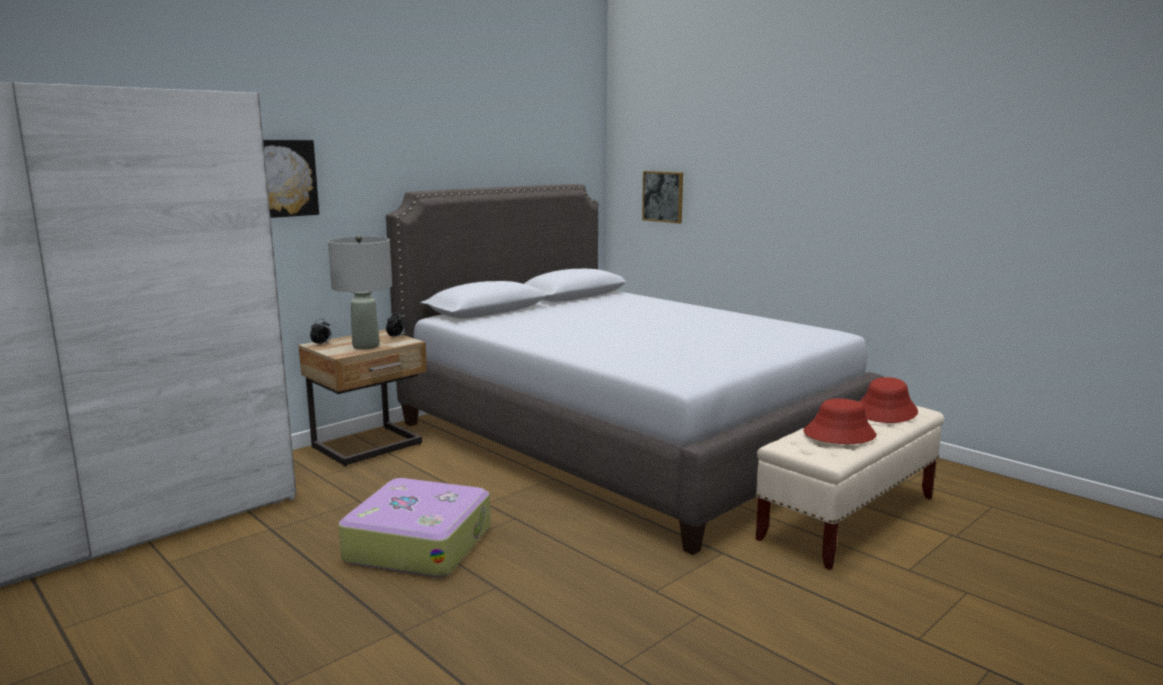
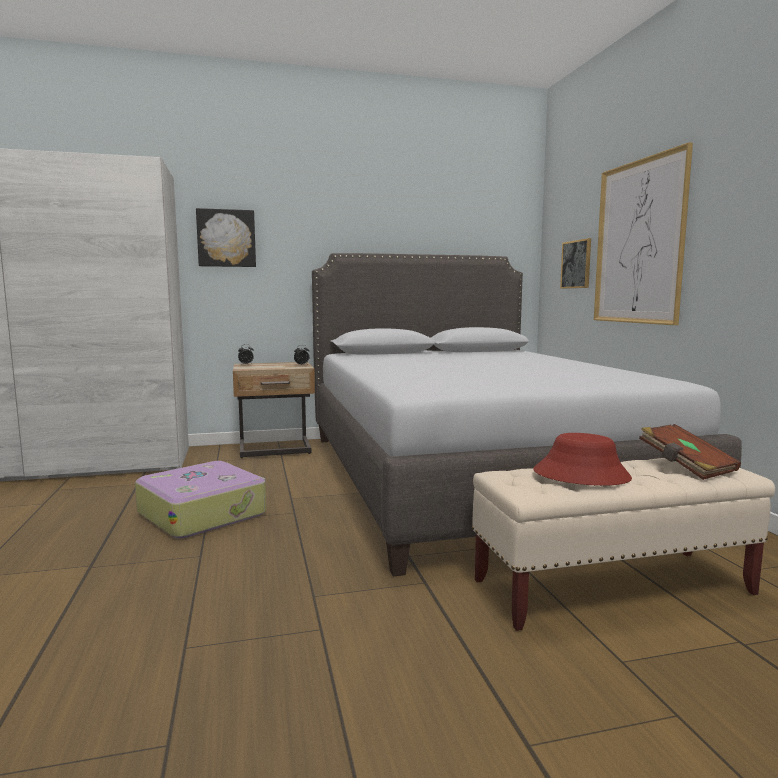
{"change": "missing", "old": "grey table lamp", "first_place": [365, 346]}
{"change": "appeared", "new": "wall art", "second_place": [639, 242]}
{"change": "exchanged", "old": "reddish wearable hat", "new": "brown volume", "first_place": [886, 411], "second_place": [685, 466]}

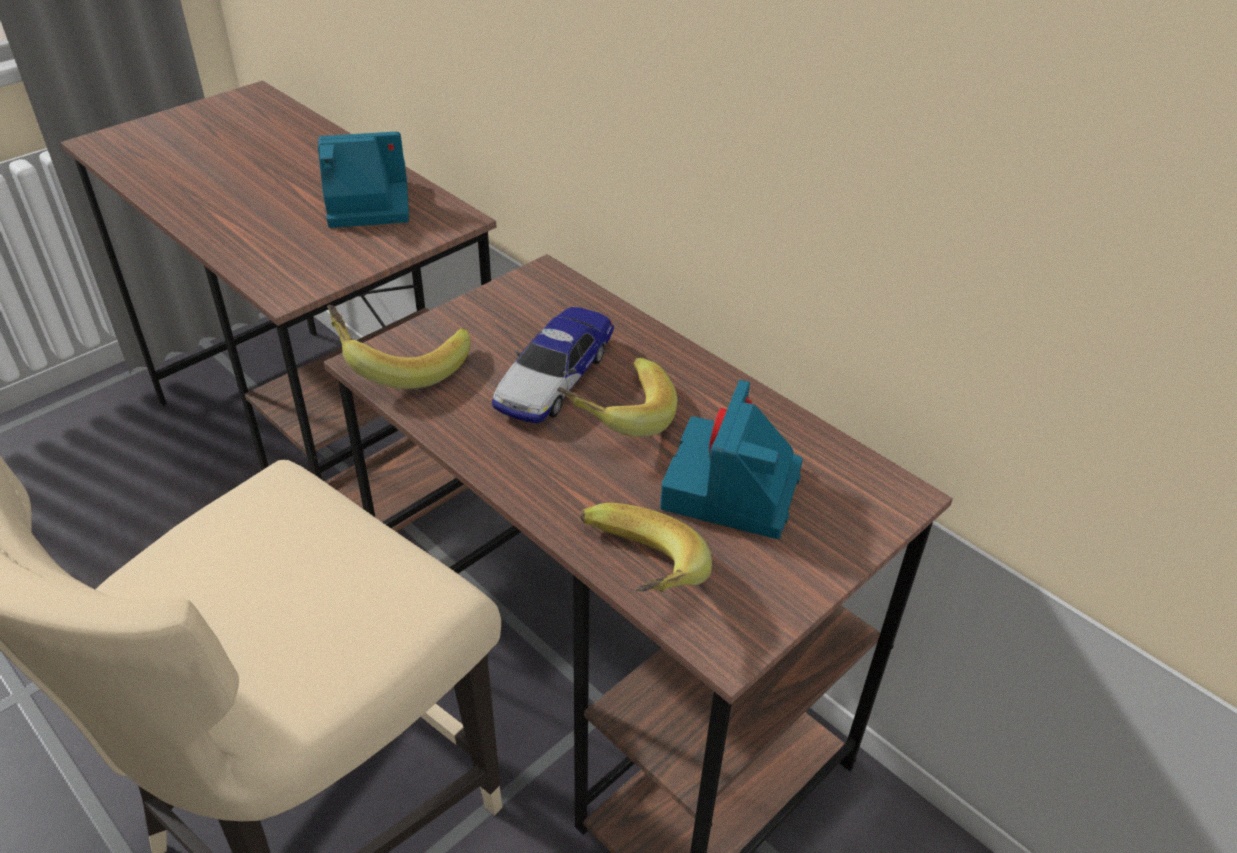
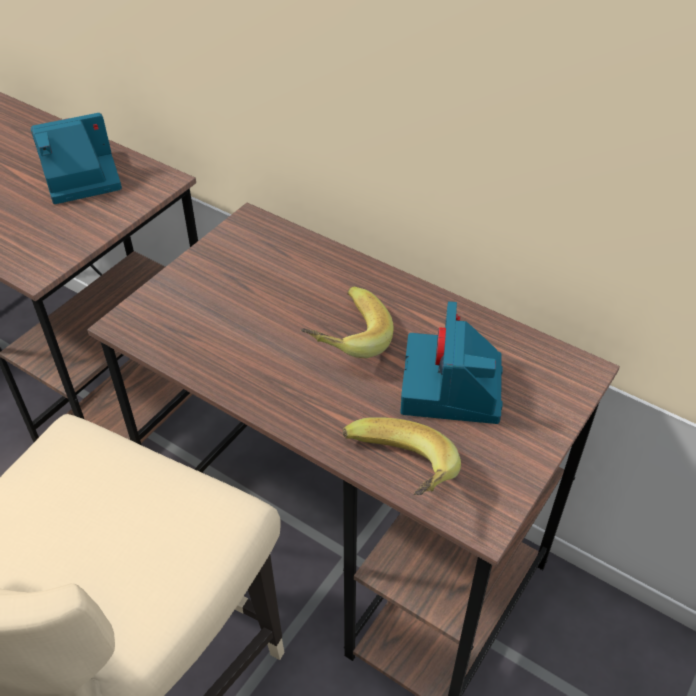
{"change": "missing", "old": "banana fruit", "first_place": [400, 363]}
{"change": "missing", "old": "model car", "first_place": [555, 377]}

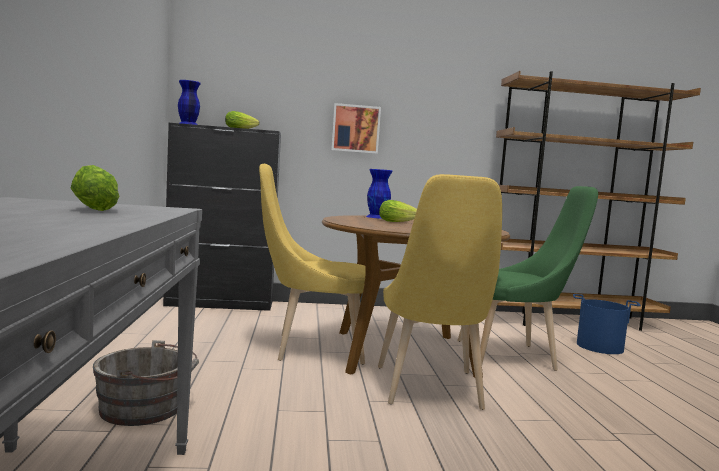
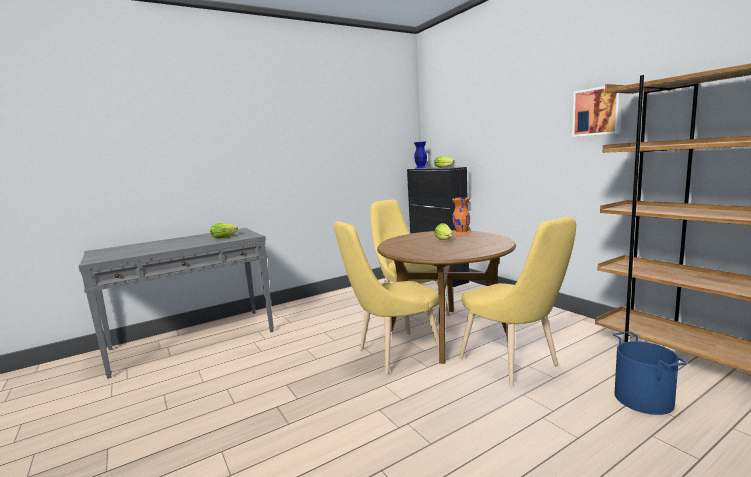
{"change": "missing", "old": "grey water bucket", "first_place": [146, 408]}
{"change": "relocated", "old": "wall art", "first_place": [355, 129], "second_place": [597, 111]}
{"change": "colour", "old": "blue-coloured flower vase", "new": "orange-coloured flower vase", "first_place": [377, 217], "second_place": [462, 233]}
{"change": "colour", "old": "greenish upright chair", "new": "yellow upright chair", "first_place": [512, 356], "second_place": [513, 364]}

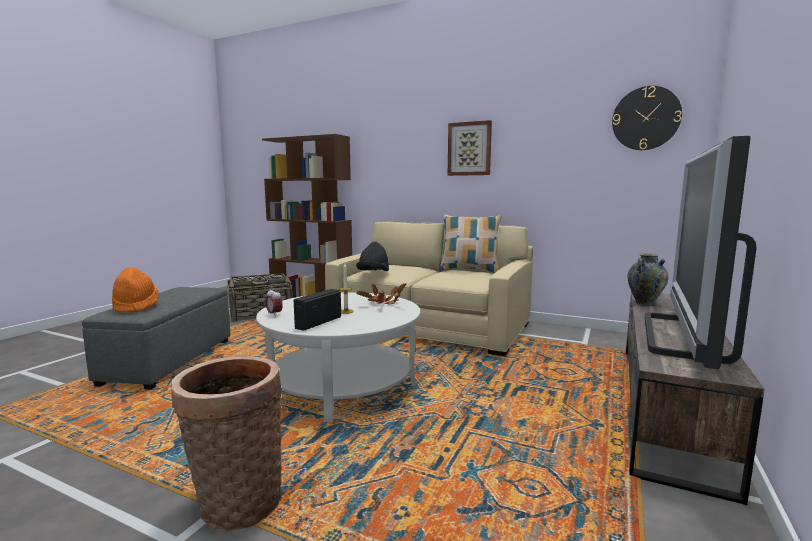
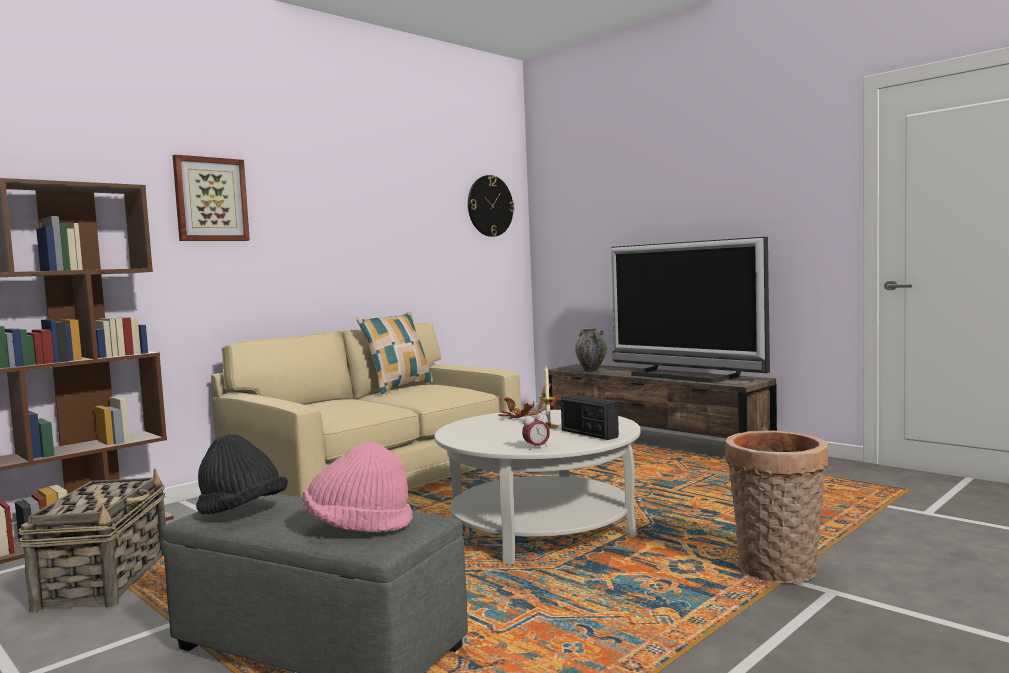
{"change": "relocated", "old": "blackish wearable hat", "first_place": [373, 273], "second_place": [242, 512]}
{"change": "relocated", "old": "wall art", "first_place": [469, 149], "second_place": [210, 199]}
{"change": "colour", "old": "orange-coloured wearable hat", "new": "pinkish wearable hat", "first_place": [136, 307], "second_place": [358, 526]}

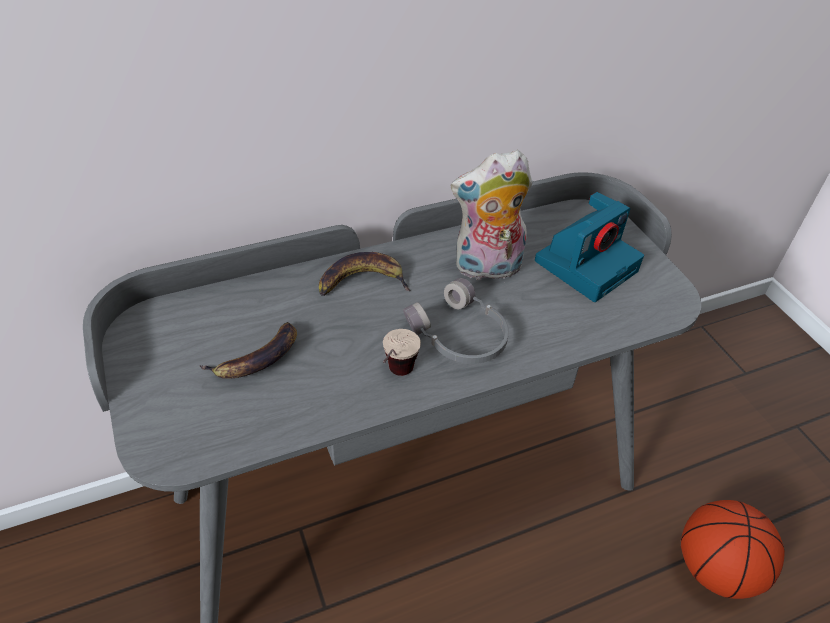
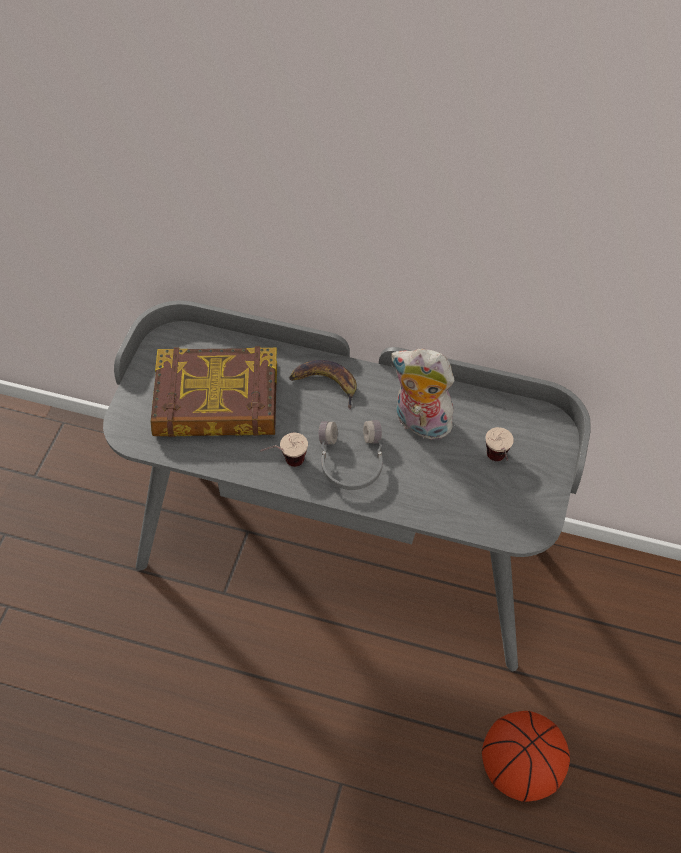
{"change": "exchanged", "old": "banana fruit", "new": "volume", "first_place": [257, 359], "second_place": [217, 402]}
{"change": "exchanged", "old": "still camera", "new": "cup", "first_place": [586, 264], "second_place": [497, 463]}

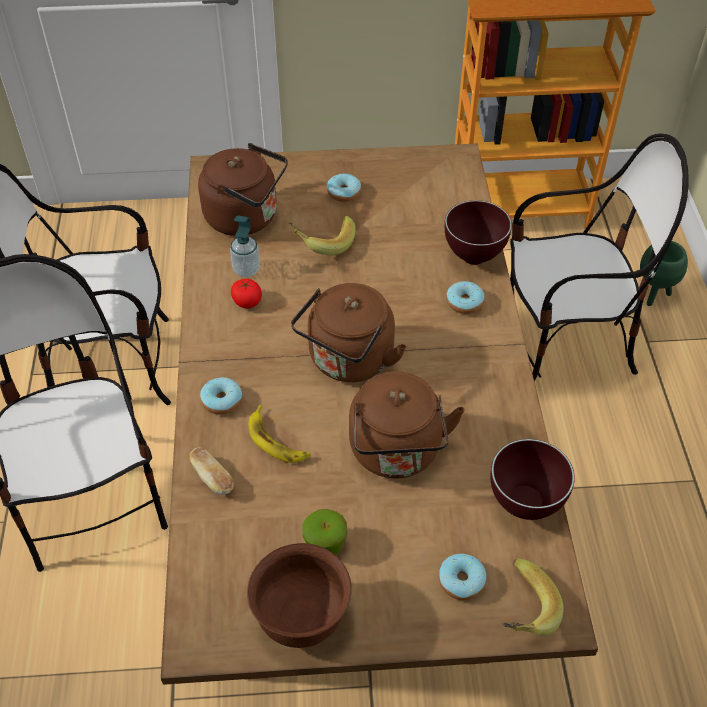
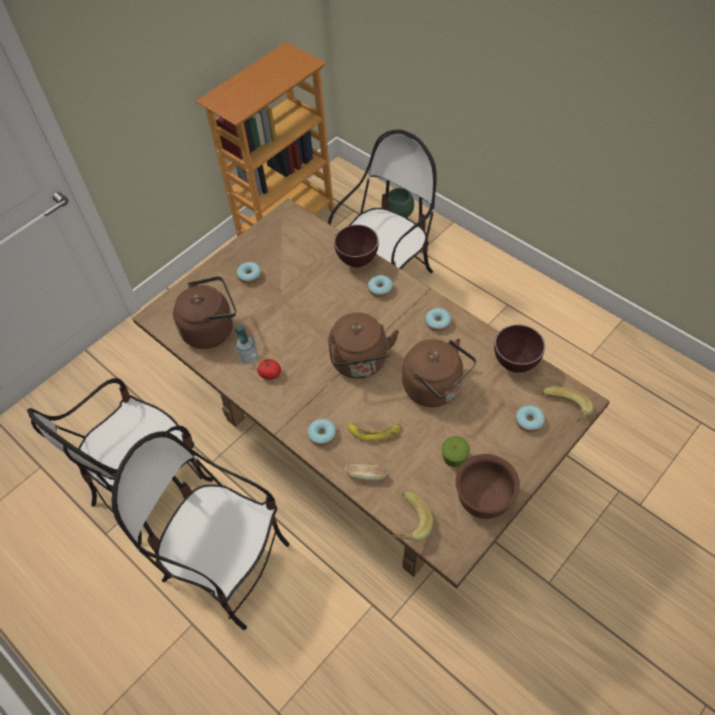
{"change": "appeared", "new": "ring doughnut", "second_place": [437, 323]}
{"change": "relocated", "old": "banana fruit", "first_place": [323, 242], "second_place": [407, 524]}

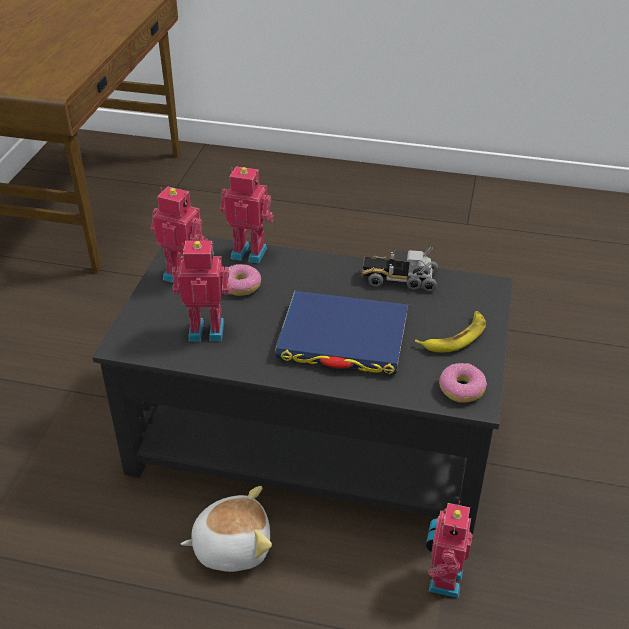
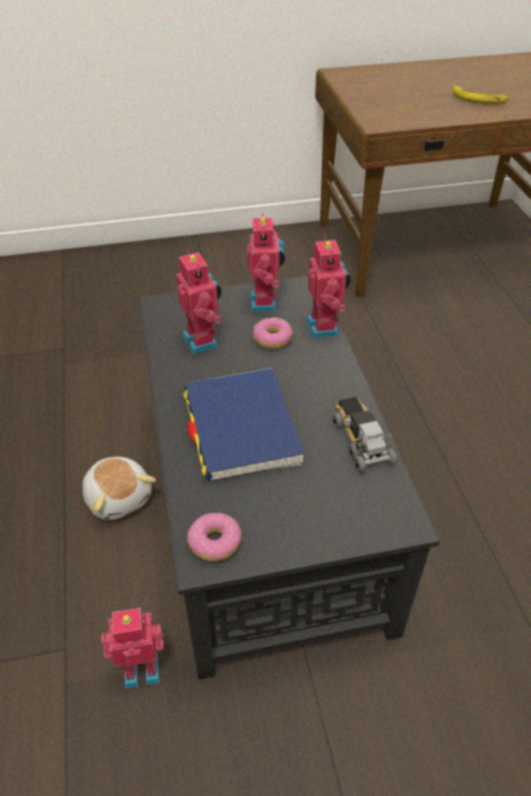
{"change": "relocated", "old": "banana fruit", "first_place": [455, 337], "second_place": [478, 99]}

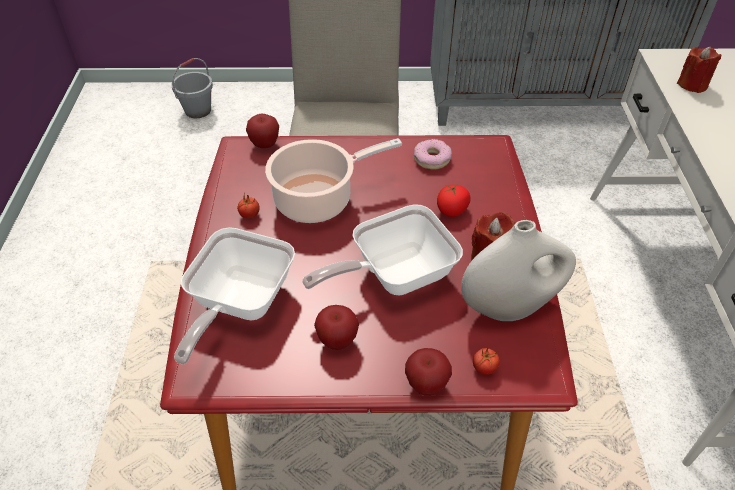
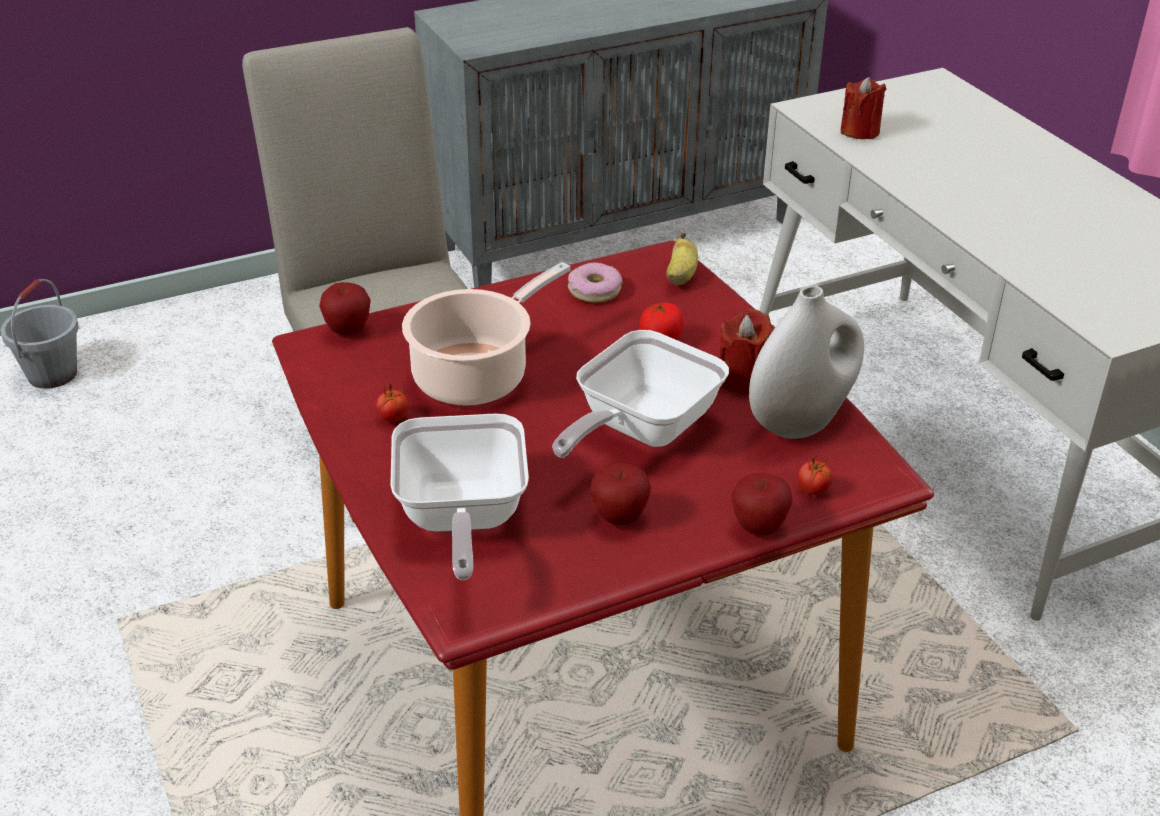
{"change": "appeared", "new": "banana fruit", "second_place": [680, 277]}

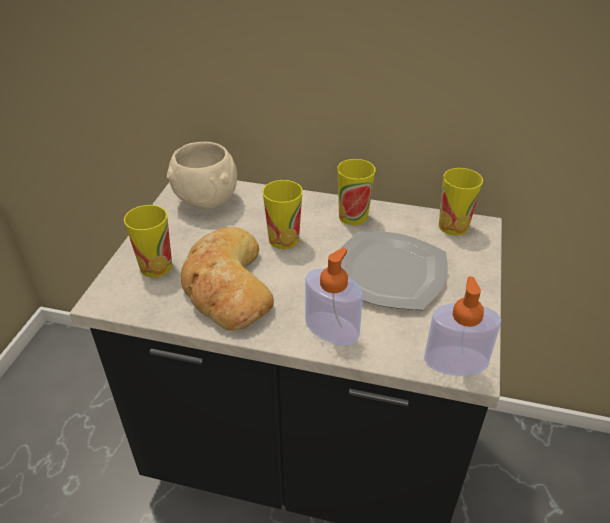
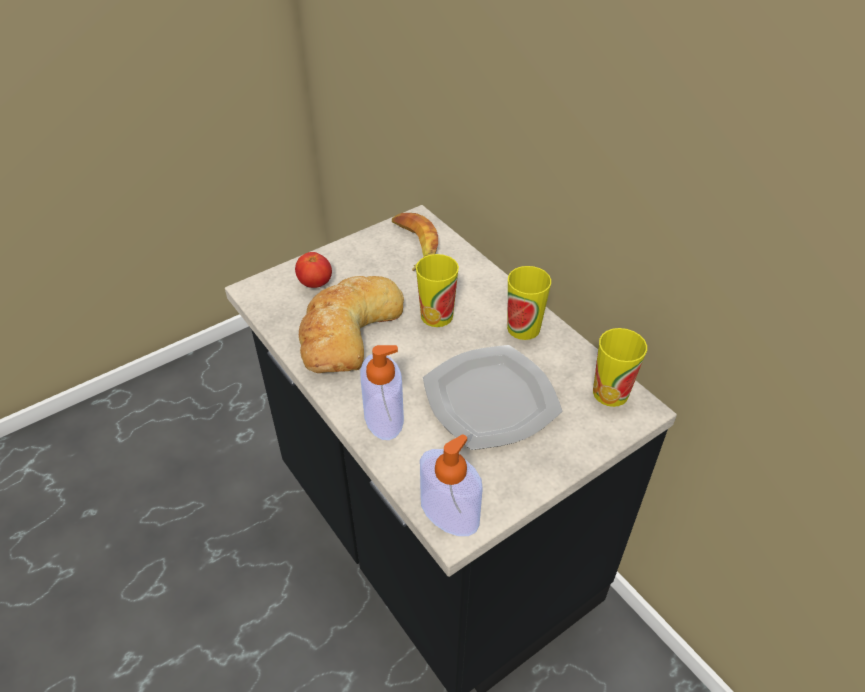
{"change": "exchanged", "old": "cup", "new": "fresh tomato", "first_place": [156, 266], "second_place": [315, 283]}
{"change": "exchanged", "old": "beige serving bowl", "new": "banana fruit", "first_place": [205, 201], "second_place": [413, 245]}

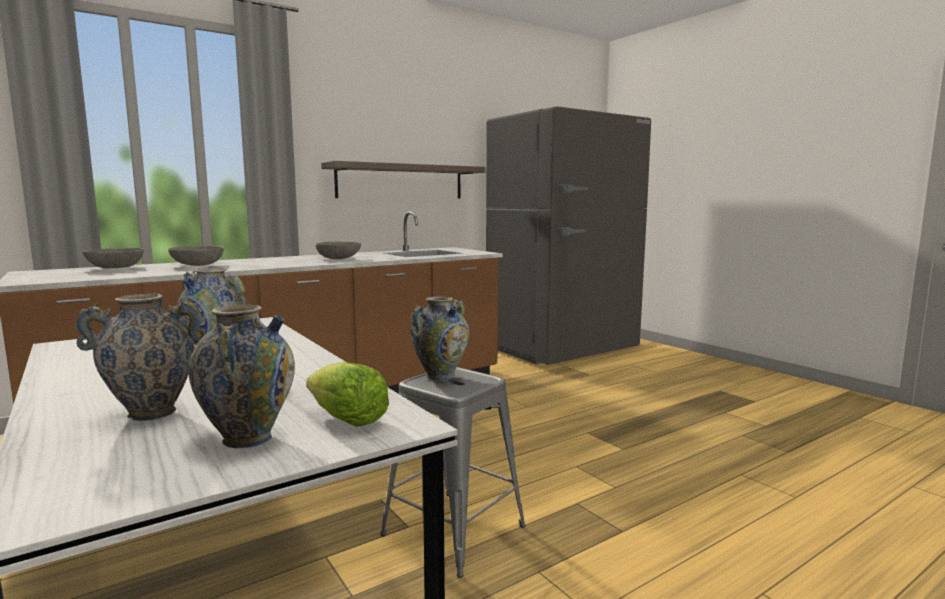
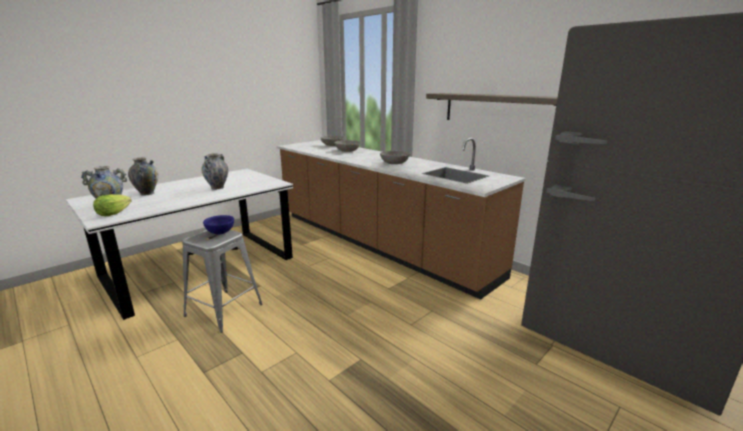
{"change": "exchanged", "old": "flower vase", "new": "blue-coloured serving bowl", "first_place": [440, 376], "second_place": [221, 233]}

